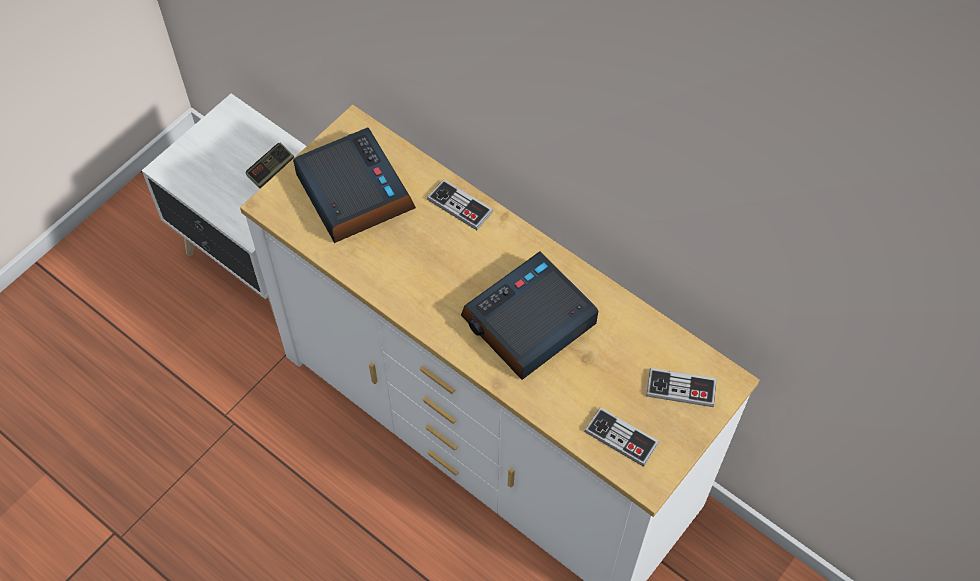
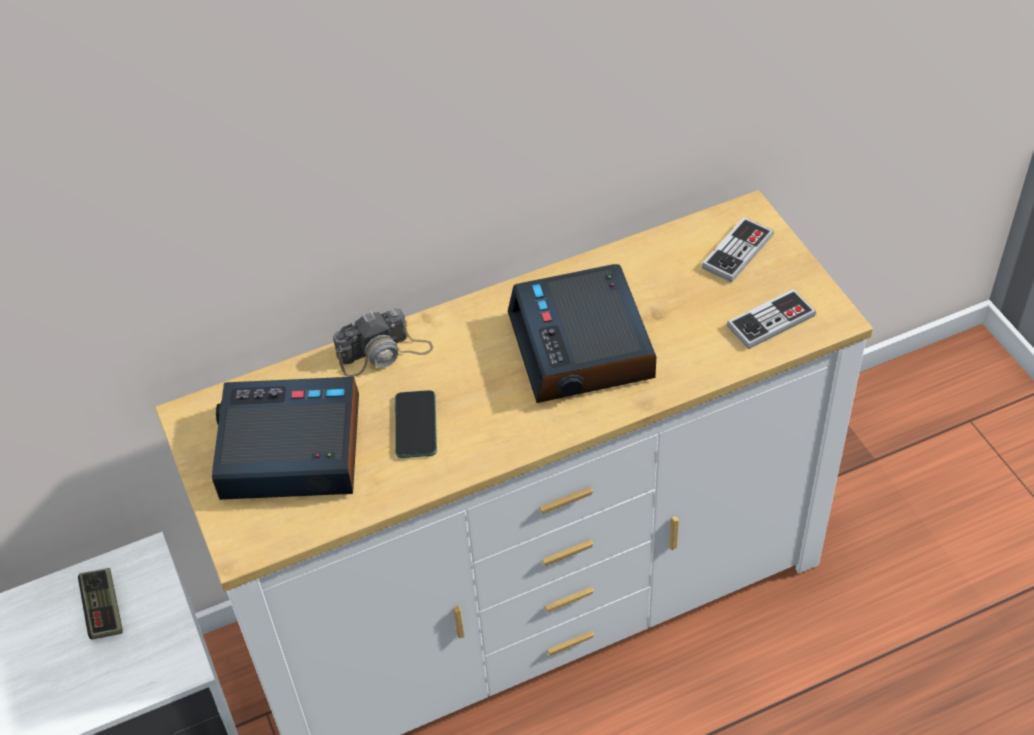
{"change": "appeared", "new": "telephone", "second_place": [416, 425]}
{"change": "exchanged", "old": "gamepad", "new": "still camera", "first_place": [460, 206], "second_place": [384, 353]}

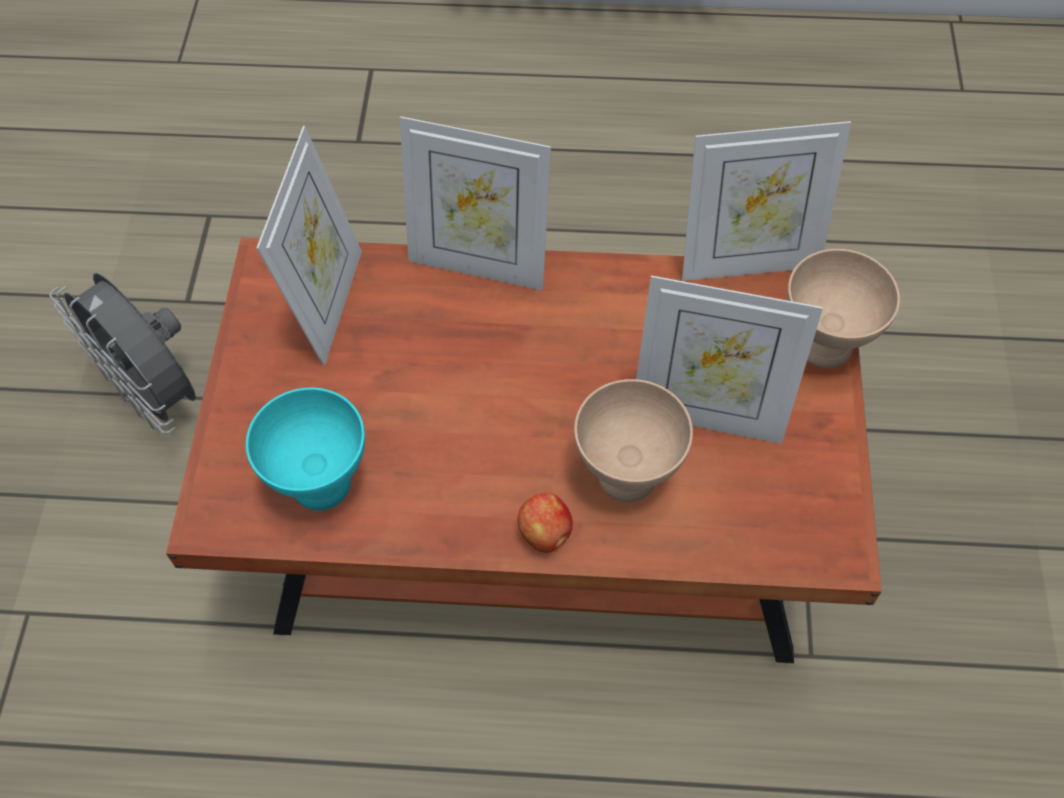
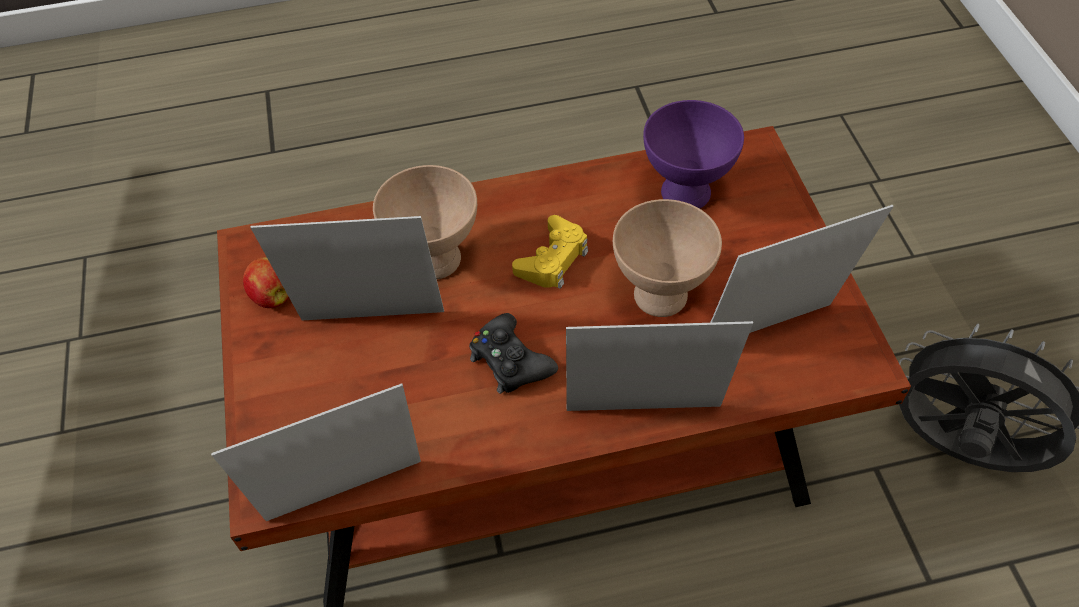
{"change": "appeared", "new": "blackish gamepad", "second_place": [510, 361]}
{"change": "appeared", "new": "yellow gamepad", "second_place": [553, 259]}
{"change": "relocated", "old": "apple", "first_place": [545, 534], "second_place": [273, 295]}
{"change": "relocated", "old": "beige serving bowl", "first_place": [825, 347], "second_place": [659, 294]}
{"change": "colour", "old": "blue-green serving bowl", "new": "purple-coloured serving bowl", "first_place": [320, 486], "second_place": [685, 191]}
{"change": "spun", "old": "picture frame", "first_place": [329, 304], "second_place": [772, 338], "degrees": 75}

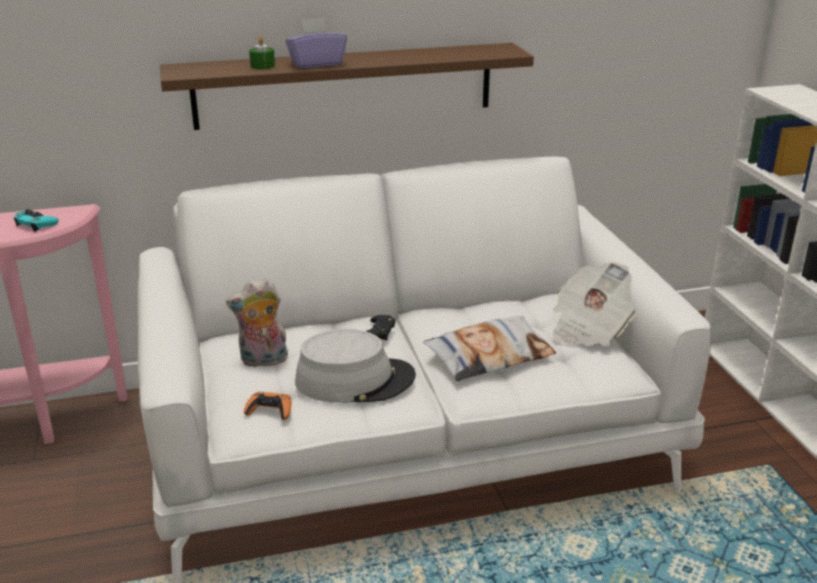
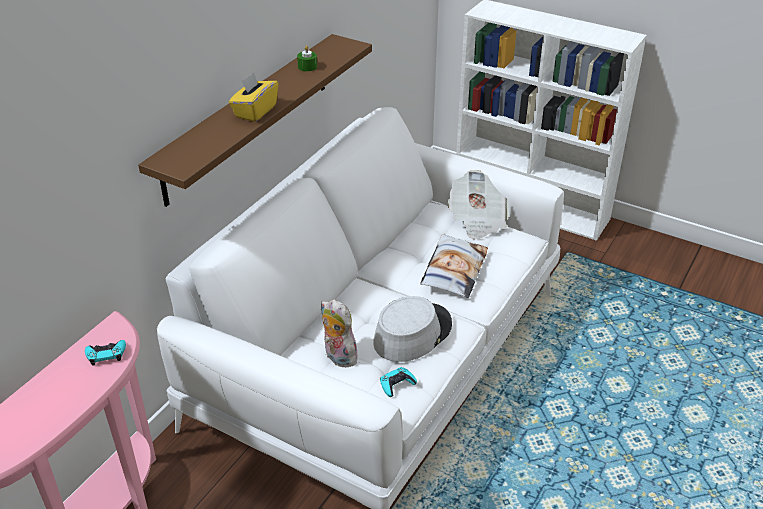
{"change": "missing", "old": "blackish gamepad", "first_place": [378, 332]}
{"change": "relocated", "old": "greenish candle", "first_place": [262, 66], "second_place": [307, 67]}
{"change": "colour", "old": "orange-coloured gamepad", "new": "blue-green gamepad", "first_place": [269, 410], "second_place": [397, 384]}
{"change": "colour", "old": "purple-coloured box of tissues", "new": "yellow box of tissues", "first_place": [316, 63], "second_place": [255, 111]}
{"change": "spun", "old": "plush toy", "first_place": [263, 361], "second_place": [338, 357], "degrees": 105}

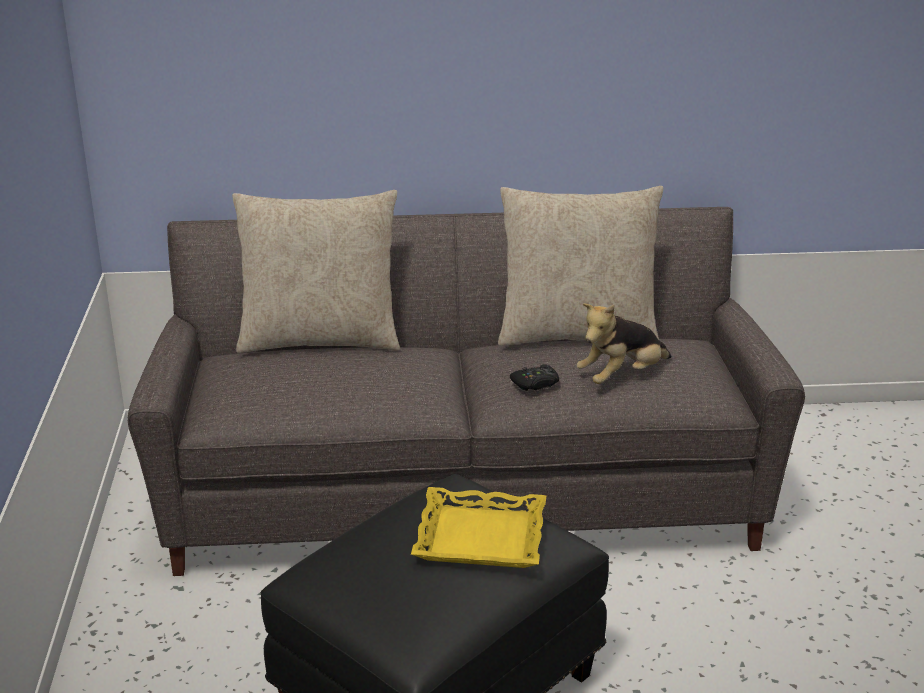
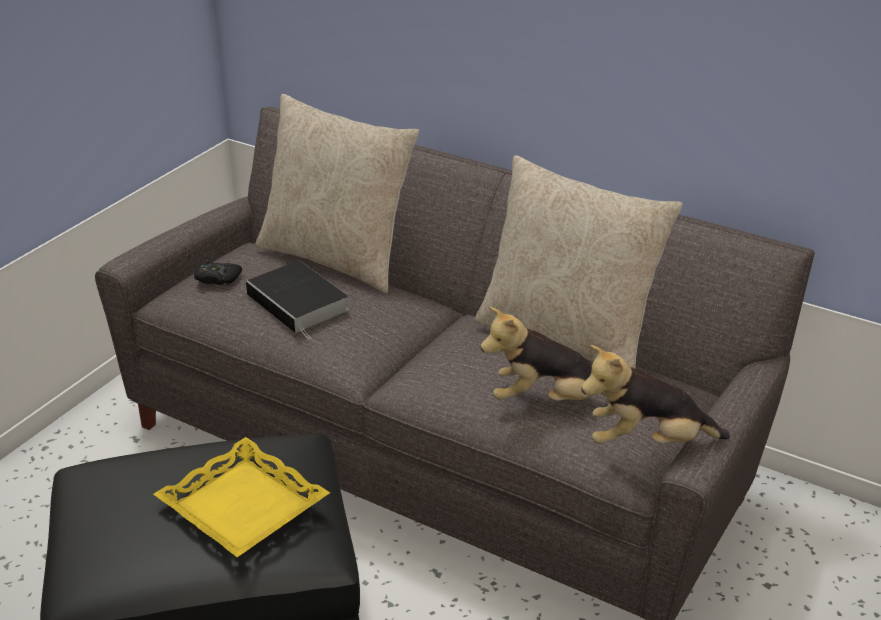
{"change": "appeared", "new": "volume", "second_place": [300, 303]}
{"change": "appeared", "new": "plush toy", "second_place": [647, 442]}
{"change": "relocated", "old": "blackish gamepad", "first_place": [535, 383], "second_place": [217, 278]}

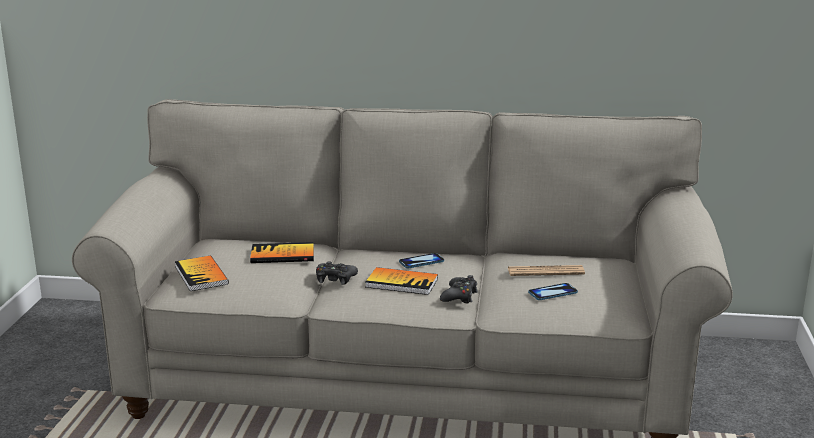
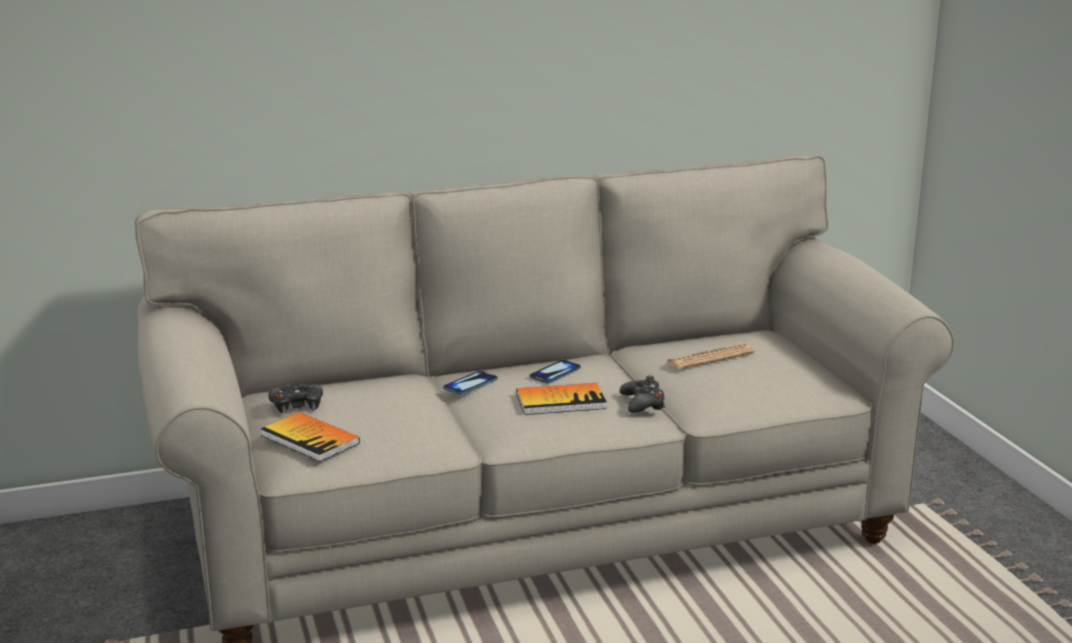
{"change": "missing", "old": "volume", "first_place": [282, 255]}
{"change": "relocated", "old": "blackish gamepad", "first_place": [335, 279], "second_place": [297, 405]}
{"change": "relocated", "old": "telephone", "first_place": [552, 293], "second_place": [470, 384]}

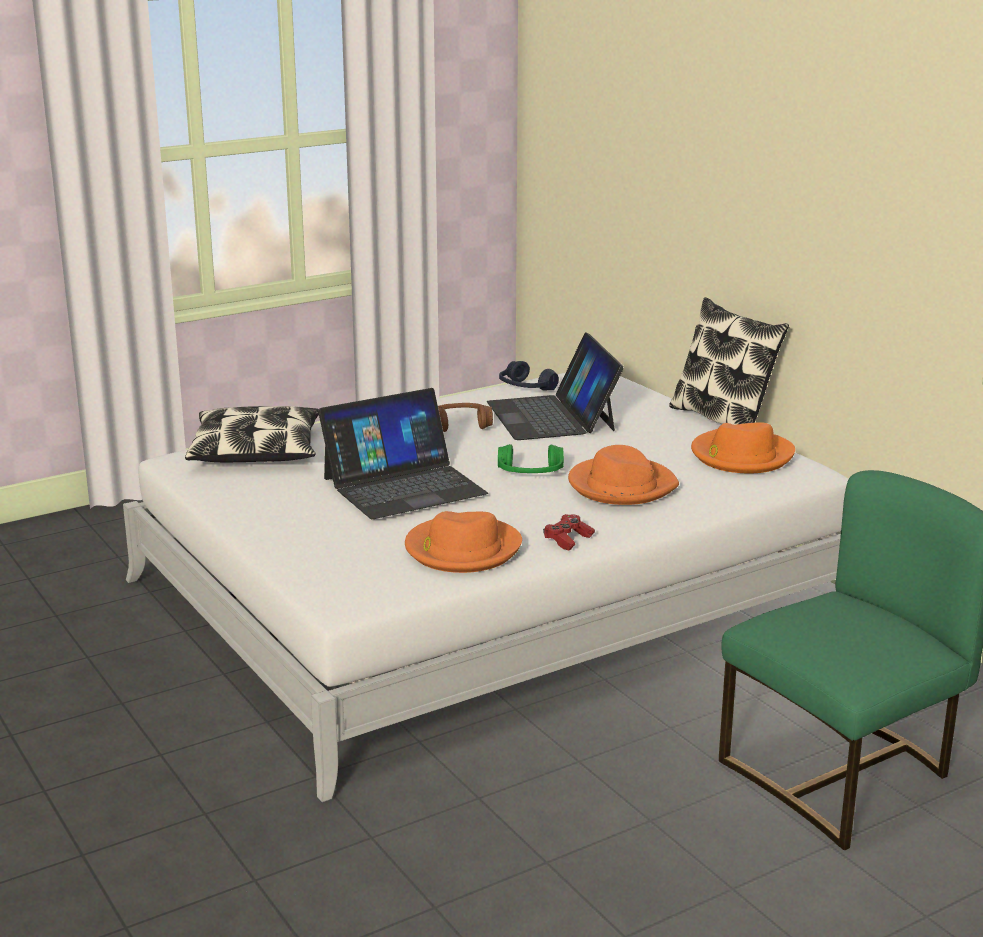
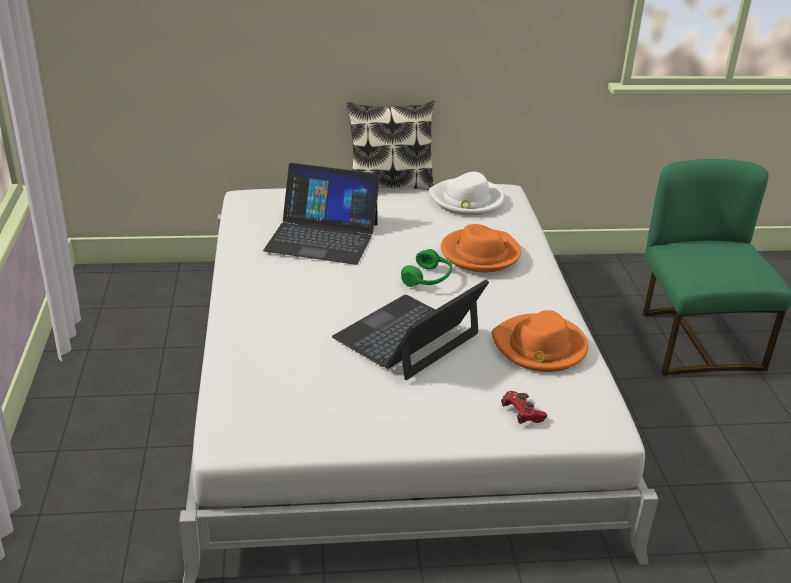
{"change": "missing", "old": "throw pillow", "first_place": [256, 451]}
{"change": "missing", "old": "brown pair of headphones", "first_place": [460, 425]}
{"change": "missing", "old": "blue-coloured pair of headphones", "first_place": [526, 388]}
{"change": "relocated", "old": "reddish gamepad", "first_place": [568, 540], "second_place": [522, 413]}
{"change": "colour", "old": "orange-coloured wearable hat", "new": "white-coloured wearable hat", "first_place": [741, 456], "second_place": [467, 200]}
{"change": "spun", "old": "notebook computer", "first_place": [403, 486], "second_place": [407, 336], "degrees": -135}

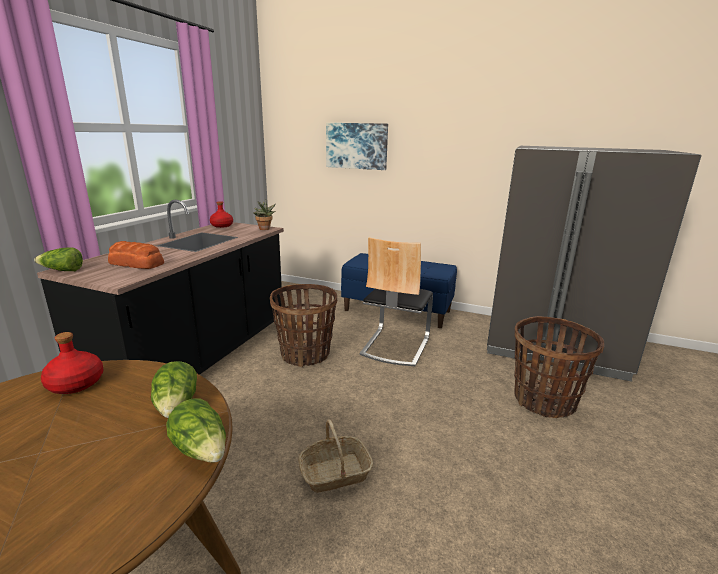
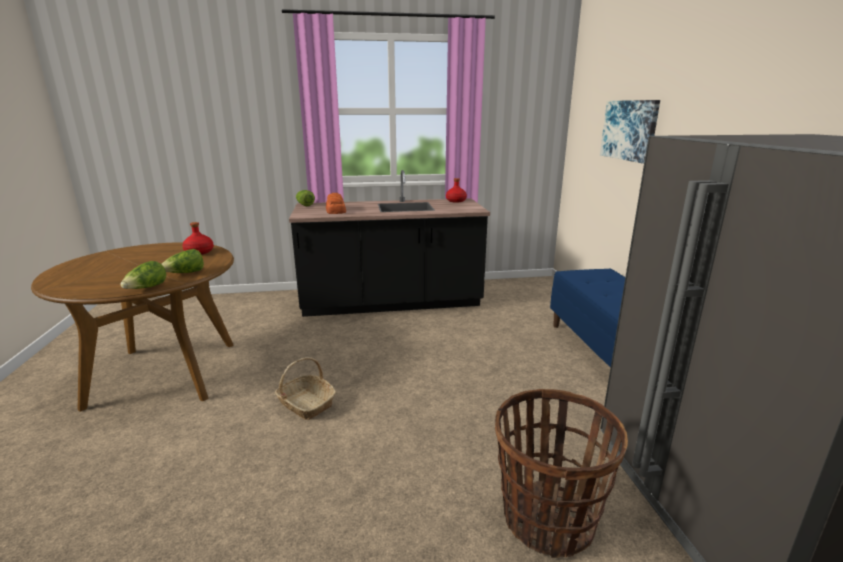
{"change": "missing", "old": "potted plant", "first_place": [265, 229]}
{"change": "missing", "old": "storage basket", "first_place": [305, 354]}
{"change": "missing", "old": "upright chair", "first_place": [395, 346]}

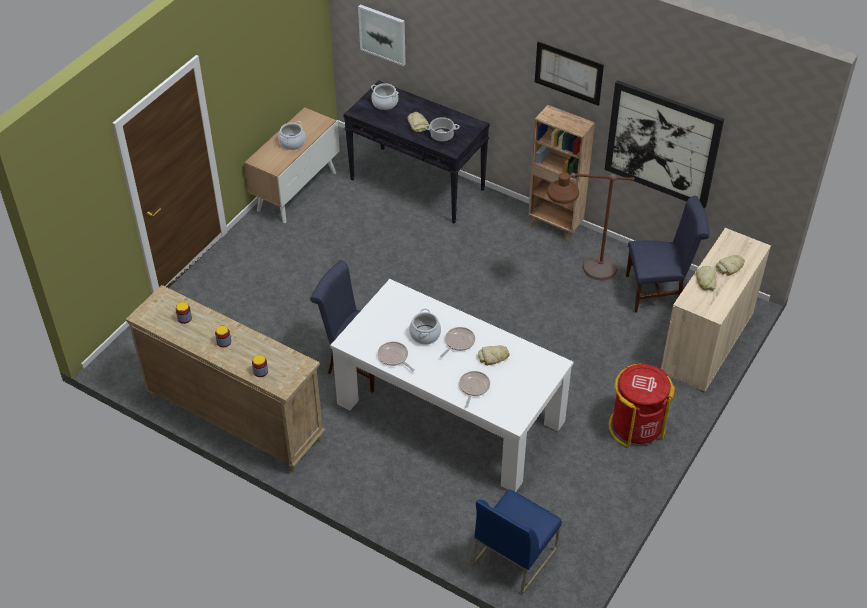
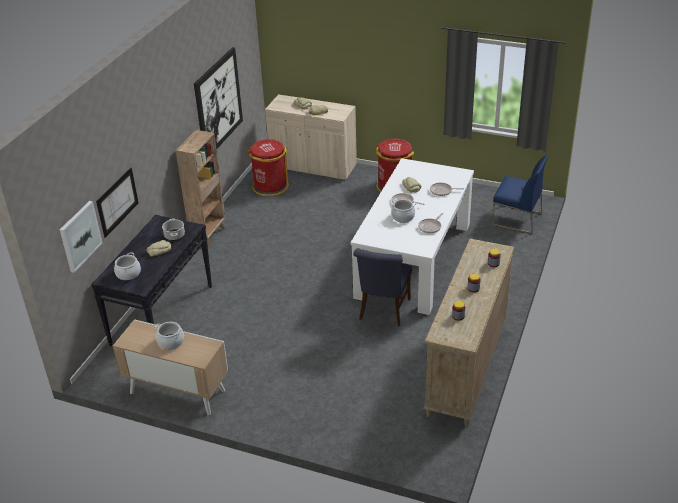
{"change": "missing", "old": "brown standing lamp", "first_place": [581, 278]}
{"change": "relocated", "old": "wall art", "first_place": [568, 73], "second_place": [117, 202]}
{"change": "exchanged", "old": "blue-coloured upright chair", "new": "reddish waste bin", "first_place": [659, 292], "second_place": [270, 186]}

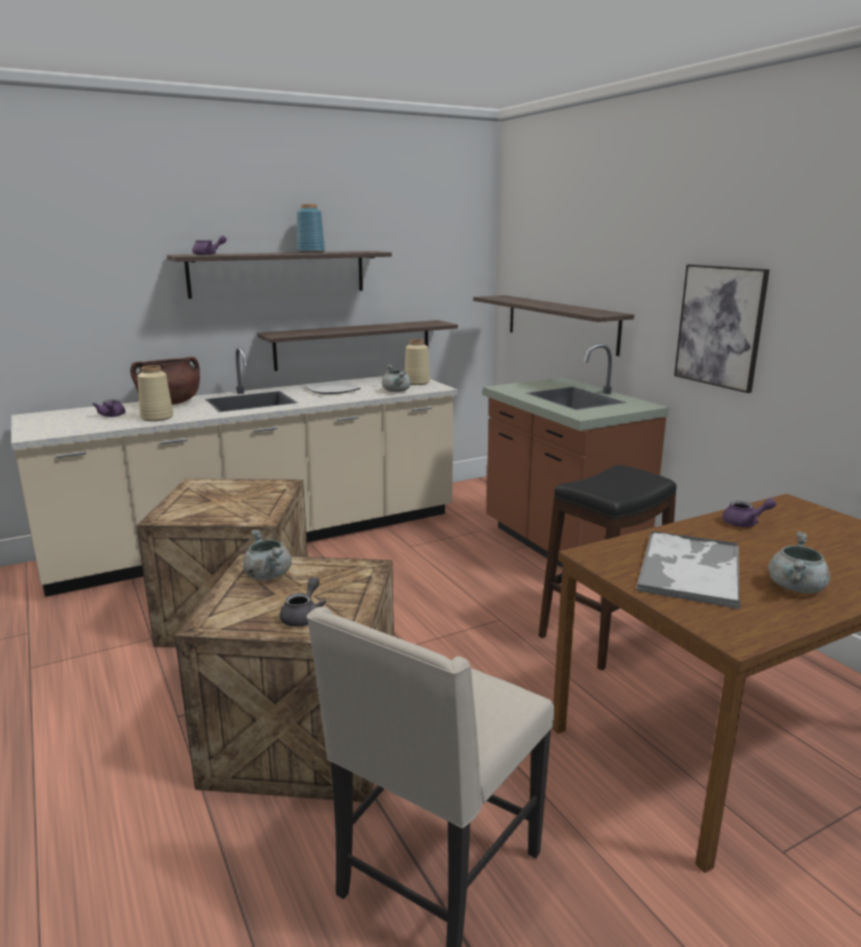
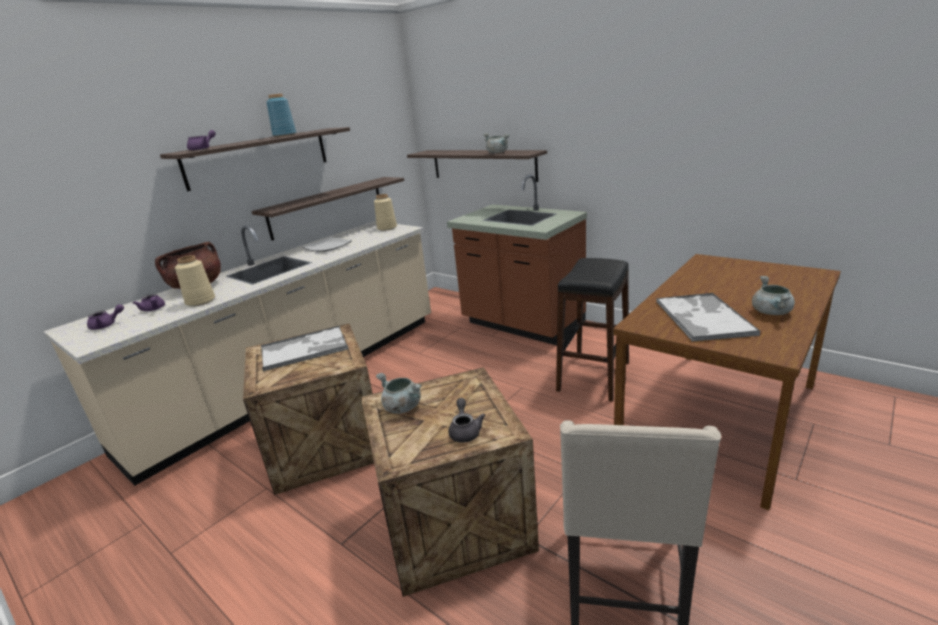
{"change": "missing", "old": "wall art", "first_place": [720, 326]}
{"change": "appeared", "new": "carrying tray", "second_place": [305, 348]}
{"change": "relocated", "old": "grey saucepot", "first_place": [397, 391], "second_place": [498, 152]}
{"change": "relocated", "old": "purple-coloured tea pot", "first_place": [745, 523], "second_place": [106, 325]}

